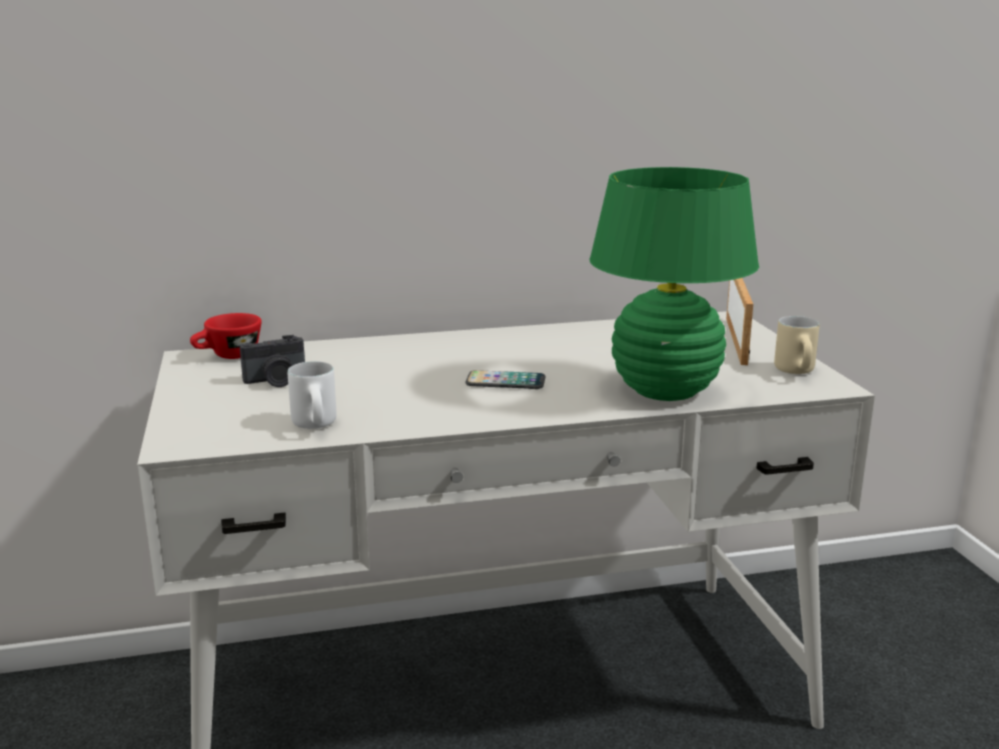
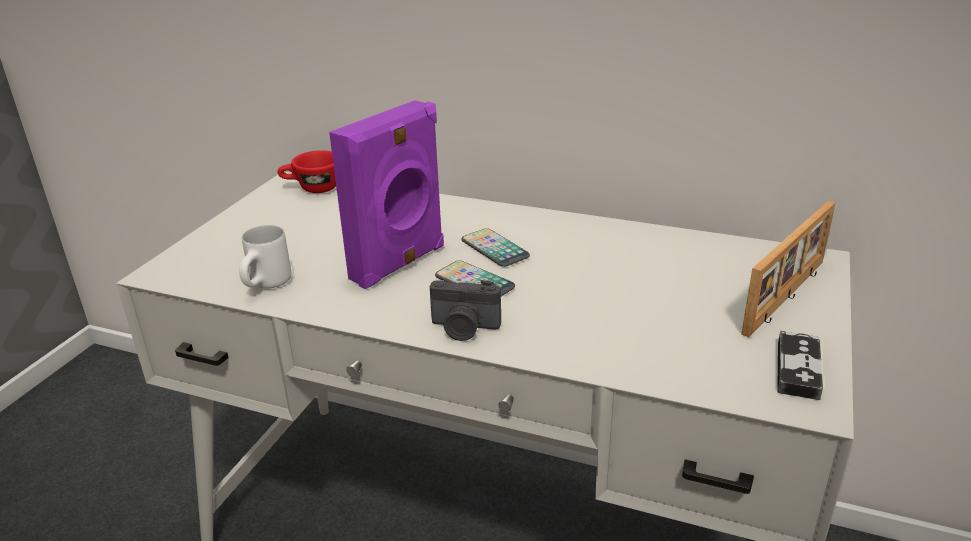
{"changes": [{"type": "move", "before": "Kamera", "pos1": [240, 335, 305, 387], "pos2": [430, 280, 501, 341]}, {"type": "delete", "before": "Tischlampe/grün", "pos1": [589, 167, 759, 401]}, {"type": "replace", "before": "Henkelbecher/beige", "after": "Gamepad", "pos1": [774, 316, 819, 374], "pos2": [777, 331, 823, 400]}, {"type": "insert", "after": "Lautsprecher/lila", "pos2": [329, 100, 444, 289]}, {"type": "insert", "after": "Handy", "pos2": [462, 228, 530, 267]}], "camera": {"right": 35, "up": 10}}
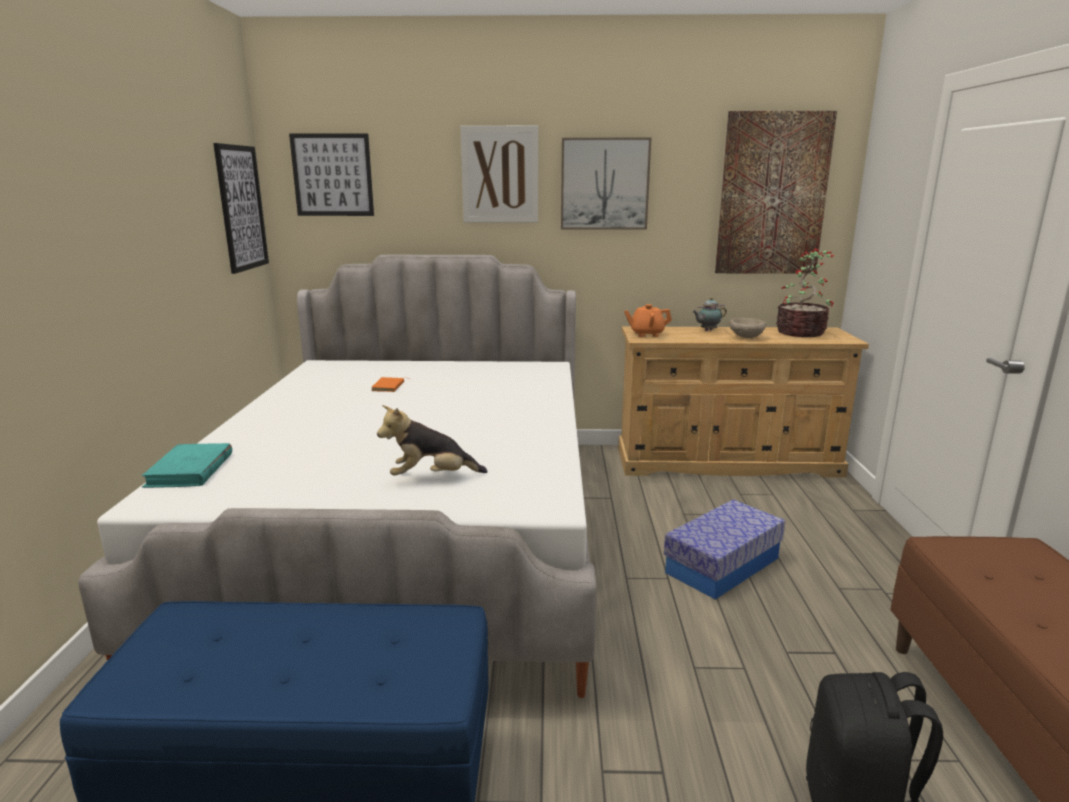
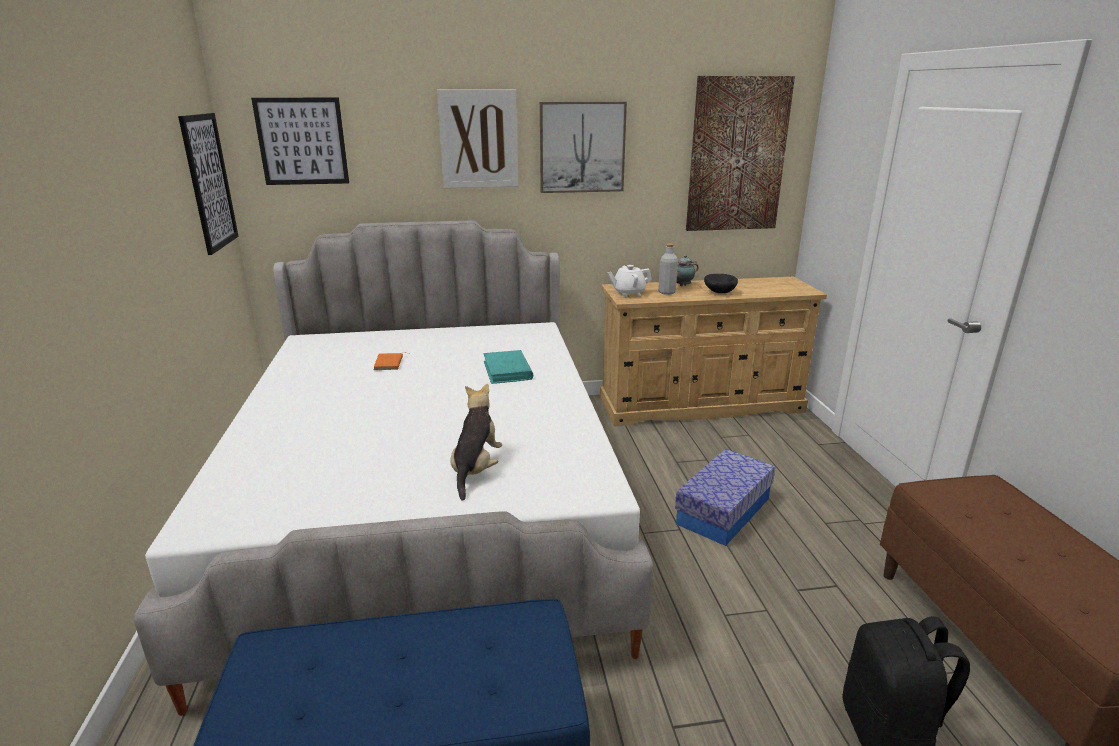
{"changes": [{"type": "move", "before": "Buch/türkis", "pos1": [142, 443, 232, 488], "pos2": [483, 350, 533, 384]}, {"type": "rotate", "before": "Plüschtier", "pos1": [377, 405, 488, 476], "pos2": [450, 384, 502, 501], "turn": 120}, {"type": "recolor", "before": "Teekanne/orange", "after": "Teekanne/weiß", "pos1": [624, 304, 672, 337], "pos2": [608, 265, 652, 297]}, {"type": "recolor", "before": "Schüssel/beige", "after": "Schüssel/schwarz", "pos1": [729, 318, 766, 338], "pos2": [704, 274, 738, 293]}, {"type": "delete", "before": "Topfpflanze", "pos1": [776, 248, 834, 337]}, {"type": "insert", "after": "Flasche/grau", "pos2": [658, 243, 678, 295]}], "camera": {"right": -10, "up": 5}}
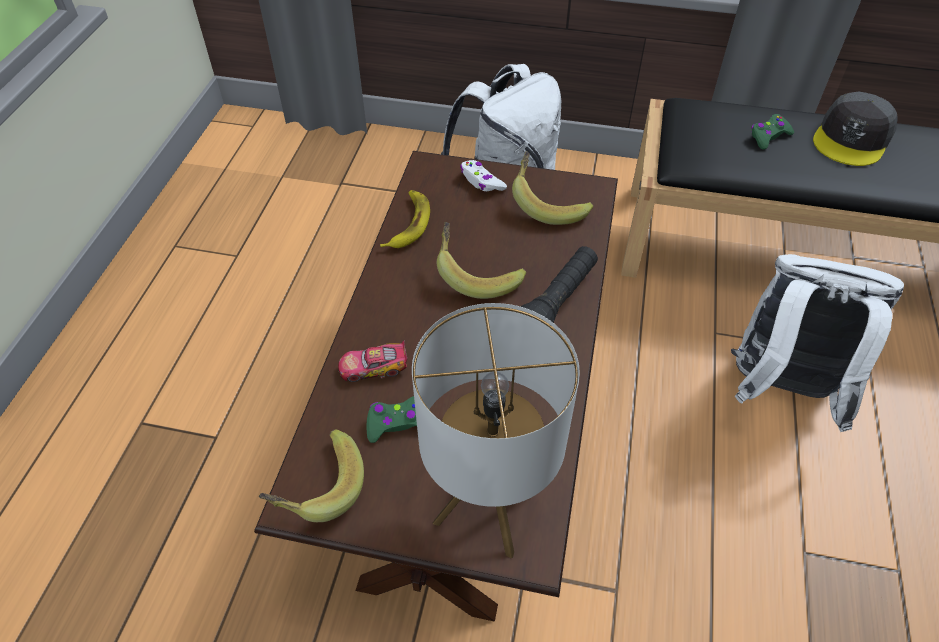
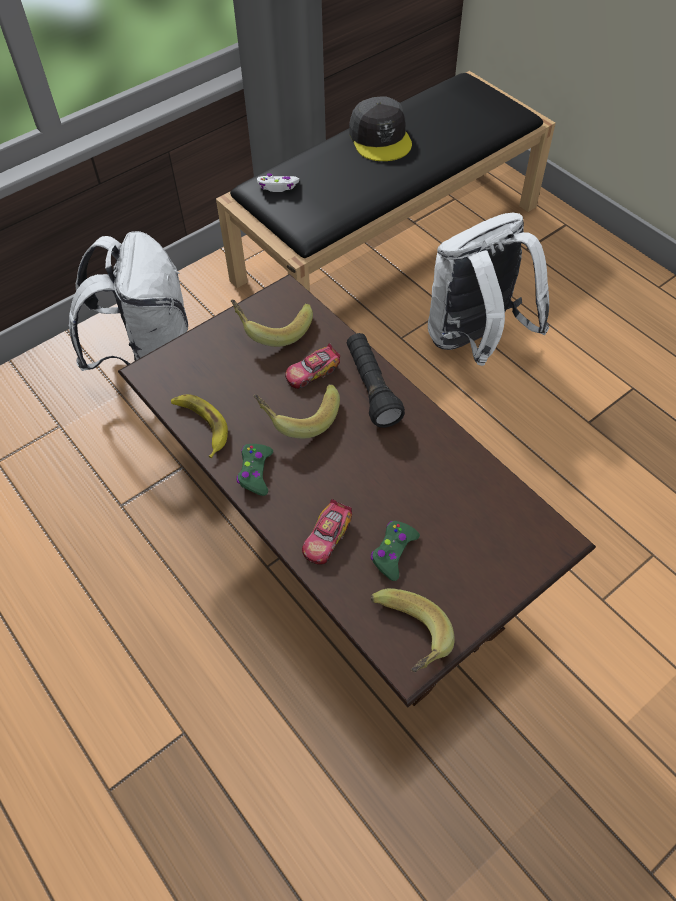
{"changes": [{"type": "delete", "before": "Tischlampe", "pos1": [412, 303, 580, 558]}, {"type": "move", "before": "Gamepad/weiß", "pos1": [460, 160, 507, 191], "pos2": [257, 173, 299, 192]}, {"type": "move", "before": "Gamepad/grün", "pos1": [751, 114, 794, 150], "pos2": [237, 444, 273, 496]}, {"type": "insert", "after": "Spielzeugauto", "pos2": [285, 343, 340, 389]}], "camera": {"right": -50, "up": 5}}
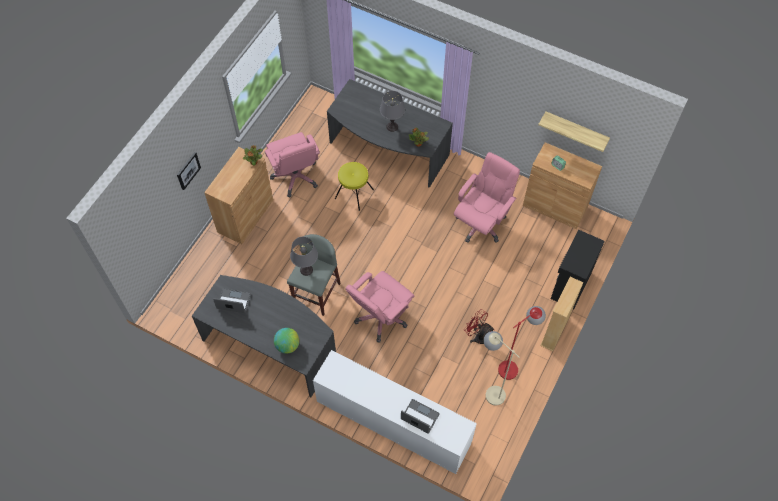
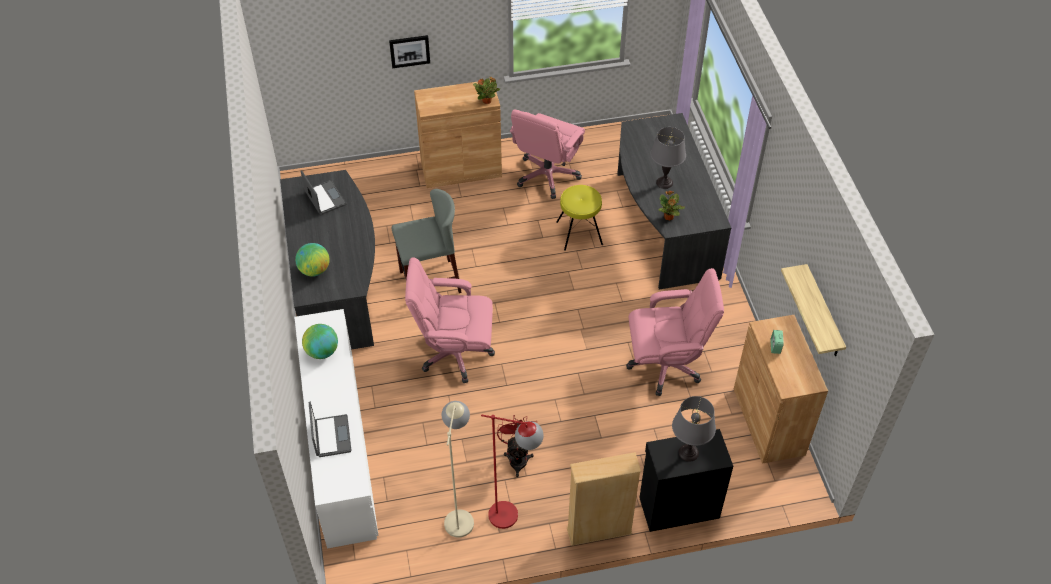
{"changes": [{"type": "move", "before": "Tischlampe/grau", "pos1": [290, 237, 318, 276], "pos2": [672, 396, 716, 462]}, {"type": "insert", "after": "Globus", "pos2": [302, 324, 338, 359]}], "camera": {"right": 50, "up": -10}}
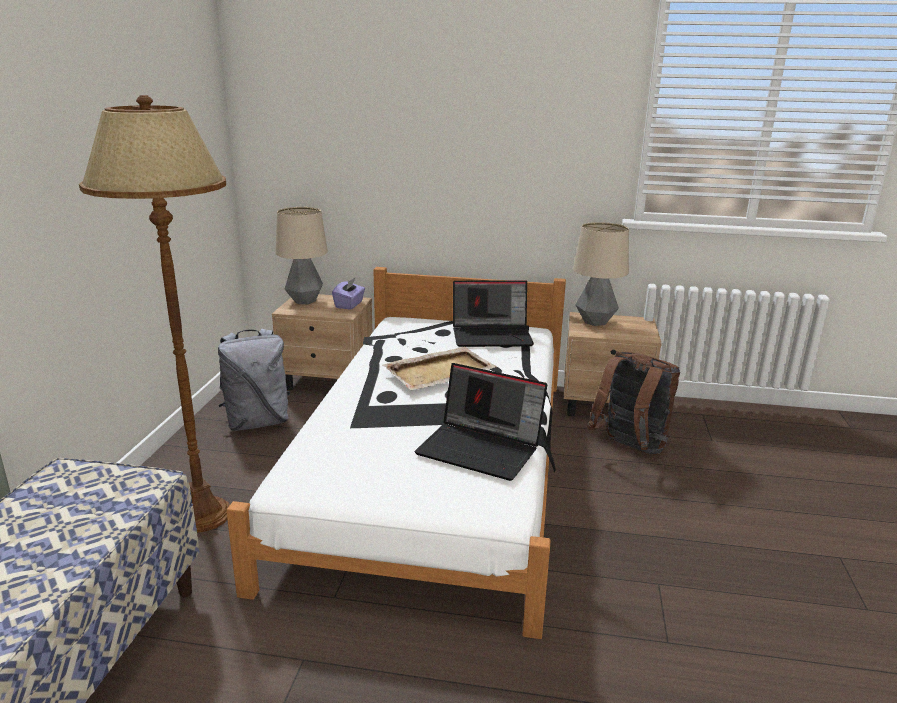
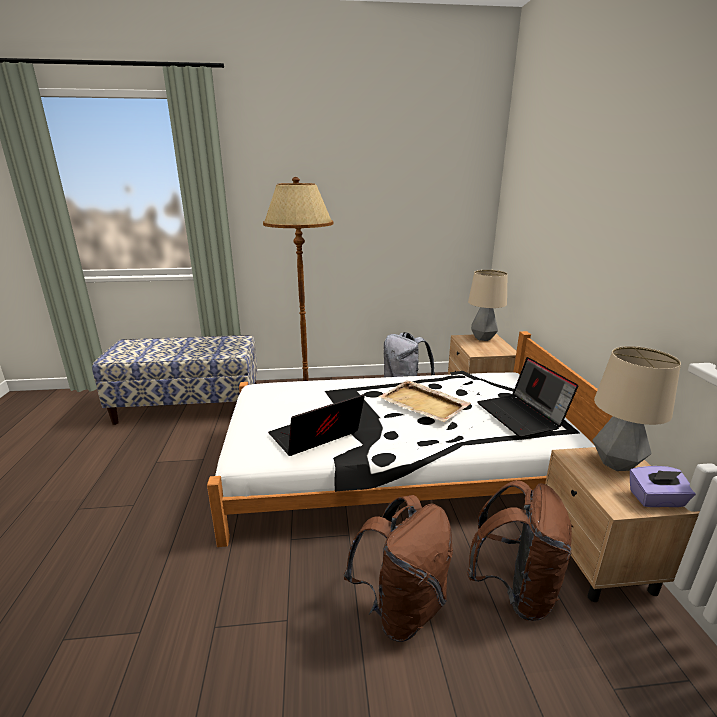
{"changes": [{"type": "move", "before": "Taschentuchbox/lila", "pos1": [332, 278, 365, 310], "pos2": [630, 466, 696, 507]}, {"type": "rotate", "before": "Laptop", "pos1": [415, 363, 547, 481], "pos2": [268, 394, 365, 456], "turn": 45}, {"type": "insert", "after": "Rucksack/braun", "pos2": [344, 495, 453, 642]}], "camera": {"right": 75, "up": 0}}
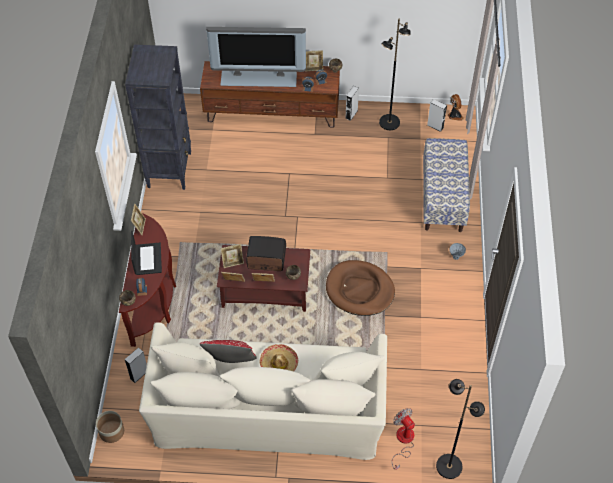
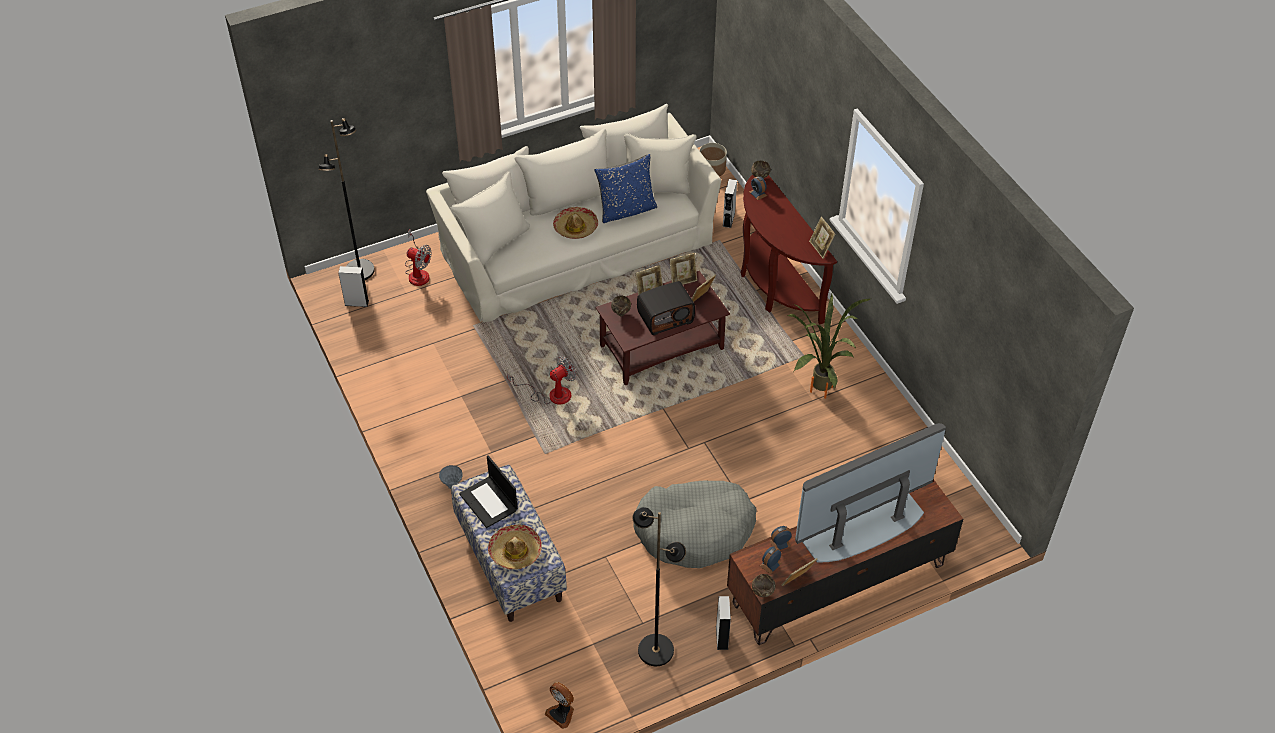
{"changes": [{"type": "delete", "before": "Bücherregal/schwarz", "pos1": [125, 45, 191, 190]}, {"type": "move", "before": "Laptop", "pos1": [131, 231, 162, 275], "pos2": [459, 455, 518, 528]}, {"type": "recolor", "before": "Kissen/rot", "after": "Kissen/blau", "pos1": [200, 340, 257, 363], "pos2": [595, 154, 657, 223]}, {"type": "replace", "before": "Hundebett/braun", "after": "Ventilator", "pos1": [326, 260, 395, 316], "pos2": [507, 356, 576, 404]}, {"type": "move", "before": "Lautsprecher/grau", "pos1": [427, 99, 447, 132], "pos2": [338, 266, 369, 307]}, {"type": "insert", "after": "Hut", "pos2": [488, 524, 542, 570]}, {"type": "insert", "after": "Hundebett/grau", "pos2": [633, 481, 757, 568]}, {"type": "insert", "after": "Topfpflanze", "pos2": [788, 294, 870, 399]}], "camera": {"right": 150, "up": -5}}
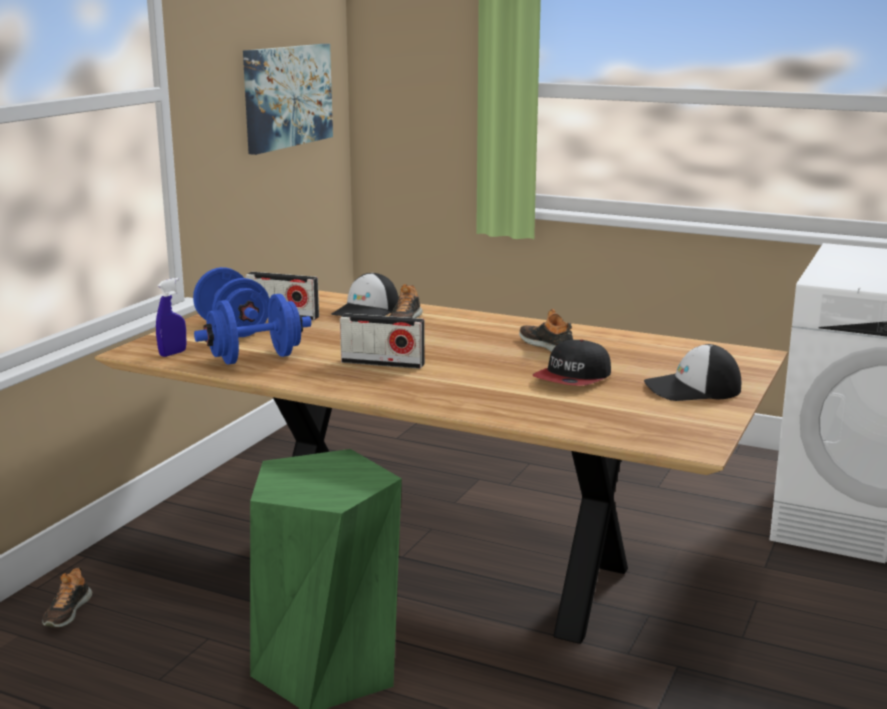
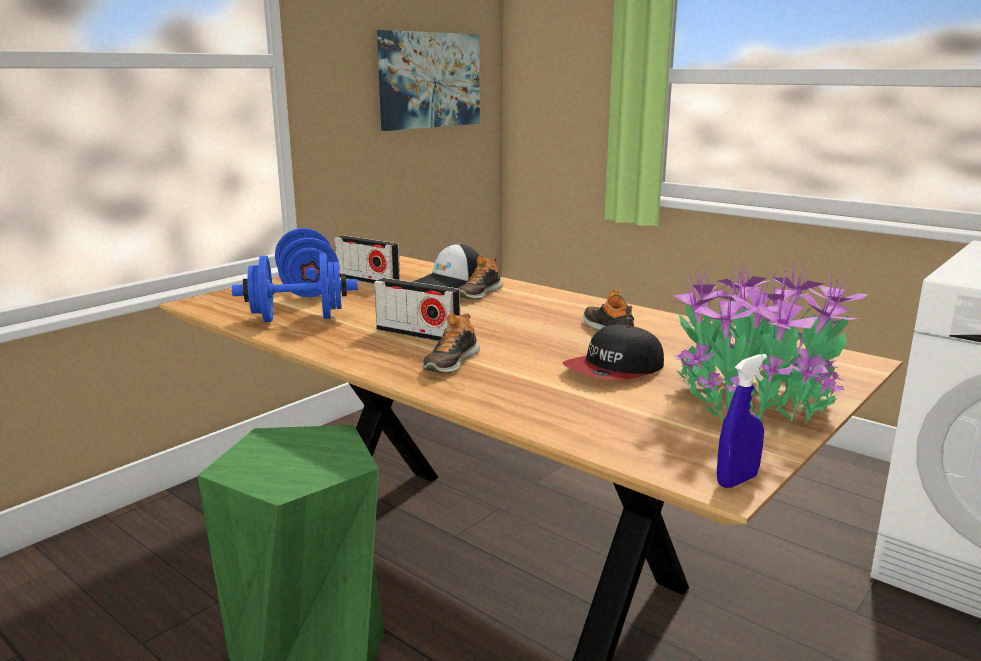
{"changes": [{"type": "move", "before": "Schuh", "pos1": [42, 567, 92, 628], "pos2": [423, 313, 480, 373]}, {"type": "move", "before": "Sprühflasche/blau", "pos1": [156, 278, 186, 357], "pos2": [717, 354, 767, 488]}, {"type": "replace", "before": "Kappe", "after": "Topfpflanze", "pos1": [644, 344, 741, 401], "pos2": [668, 259, 868, 426]}], "camera": {"right": 15, "up": 0}}
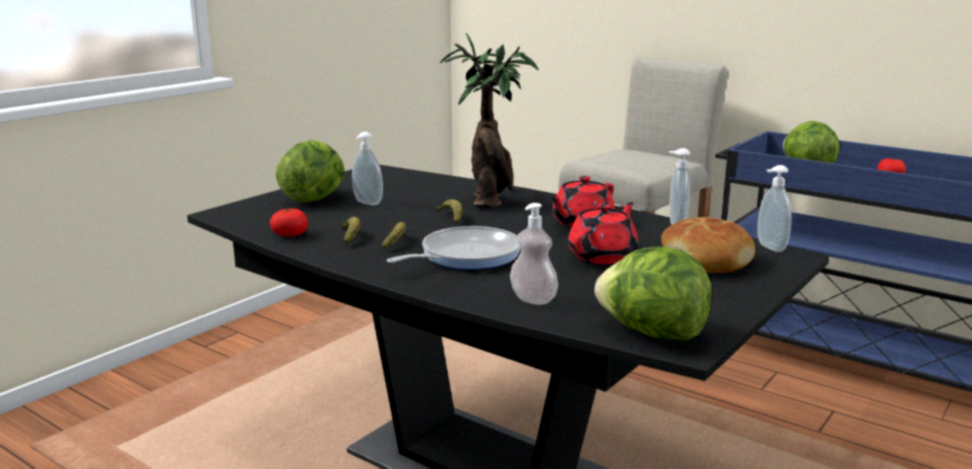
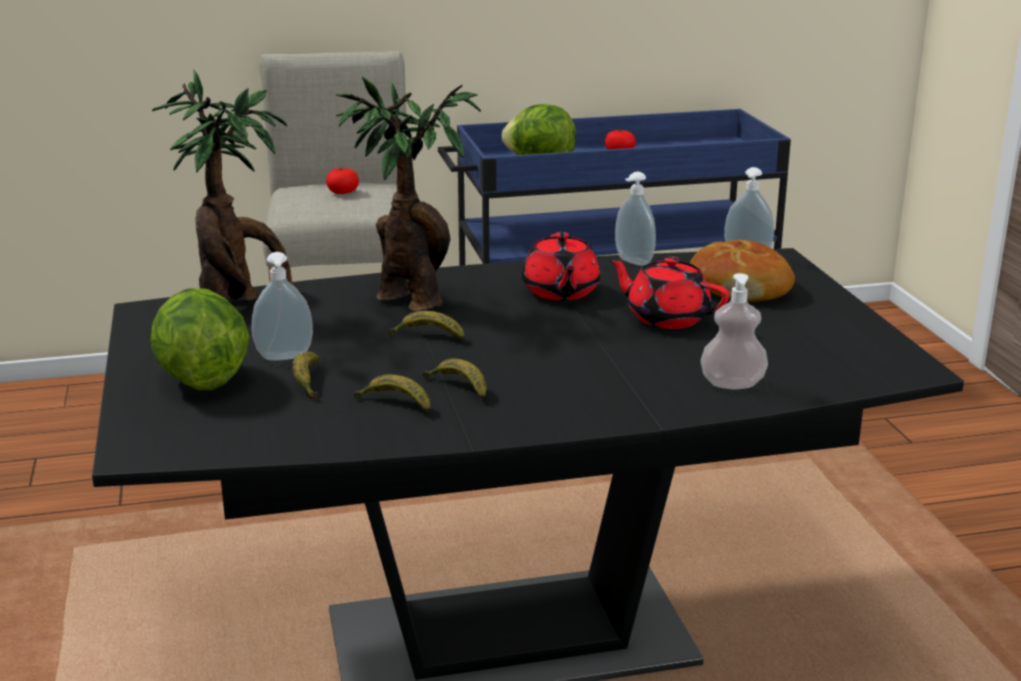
{"changes": [{"type": "move", "before": "Tomate", "pos1": [270, 208, 308, 237], "pos2": [326, 168, 359, 194]}, {"type": "delete", "before": "Pfanne", "pos1": [386, 226, 520, 270]}, {"type": "rotate", "before": "Teekanne/rot", "pos1": [568, 202, 638, 264], "pos2": [608, 256, 729, 329], "turn": -45}, {"type": "delete", "before": "Salatkopf", "pos1": [595, 247, 712, 340]}, {"type": "insert", "after": "Topfpflanze", "pos2": [152, 70, 293, 302]}, {"type": "insert", "after": "Banane", "pos2": [293, 352, 320, 400]}], "camera": {"right": -50, "up": 5}}
